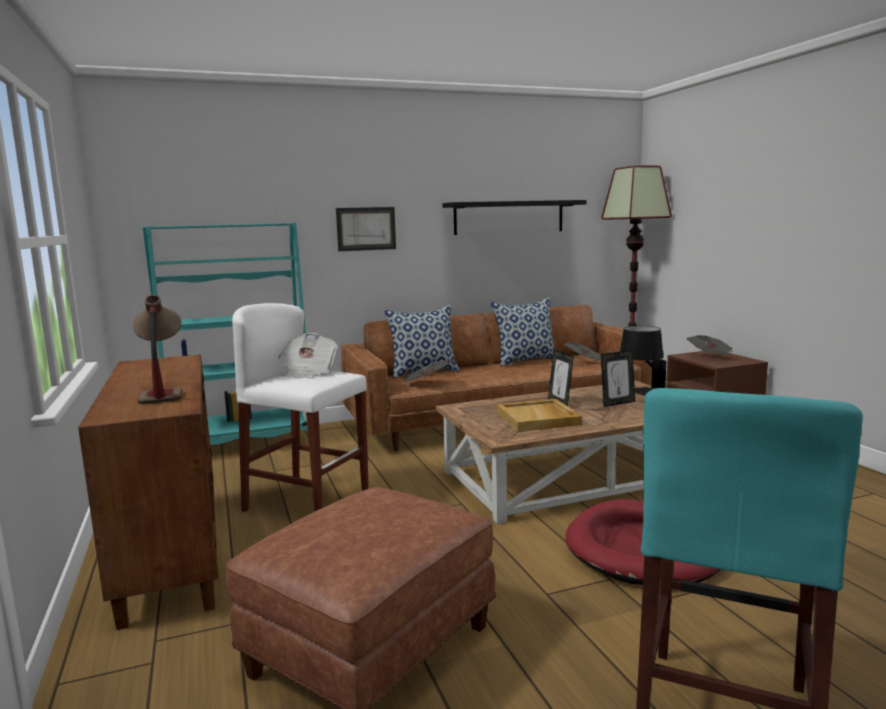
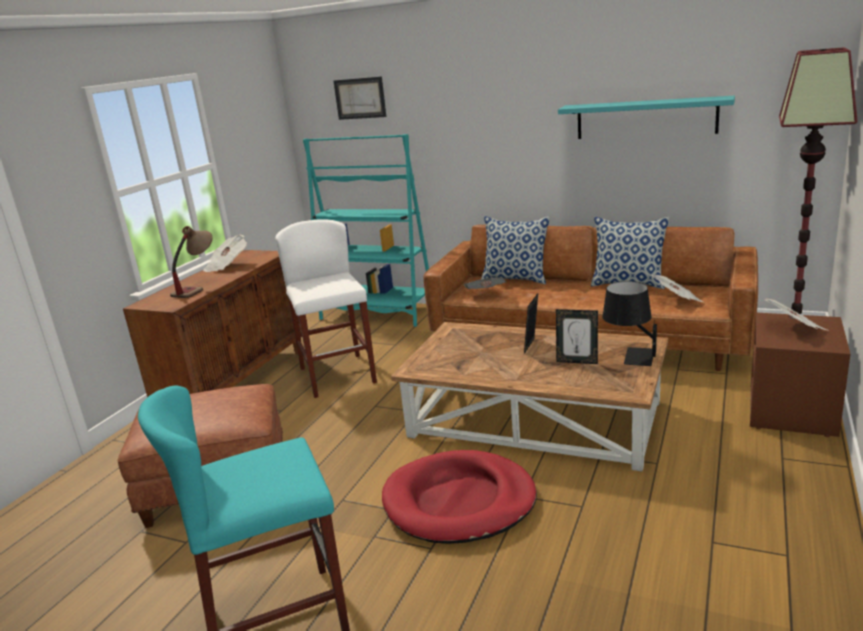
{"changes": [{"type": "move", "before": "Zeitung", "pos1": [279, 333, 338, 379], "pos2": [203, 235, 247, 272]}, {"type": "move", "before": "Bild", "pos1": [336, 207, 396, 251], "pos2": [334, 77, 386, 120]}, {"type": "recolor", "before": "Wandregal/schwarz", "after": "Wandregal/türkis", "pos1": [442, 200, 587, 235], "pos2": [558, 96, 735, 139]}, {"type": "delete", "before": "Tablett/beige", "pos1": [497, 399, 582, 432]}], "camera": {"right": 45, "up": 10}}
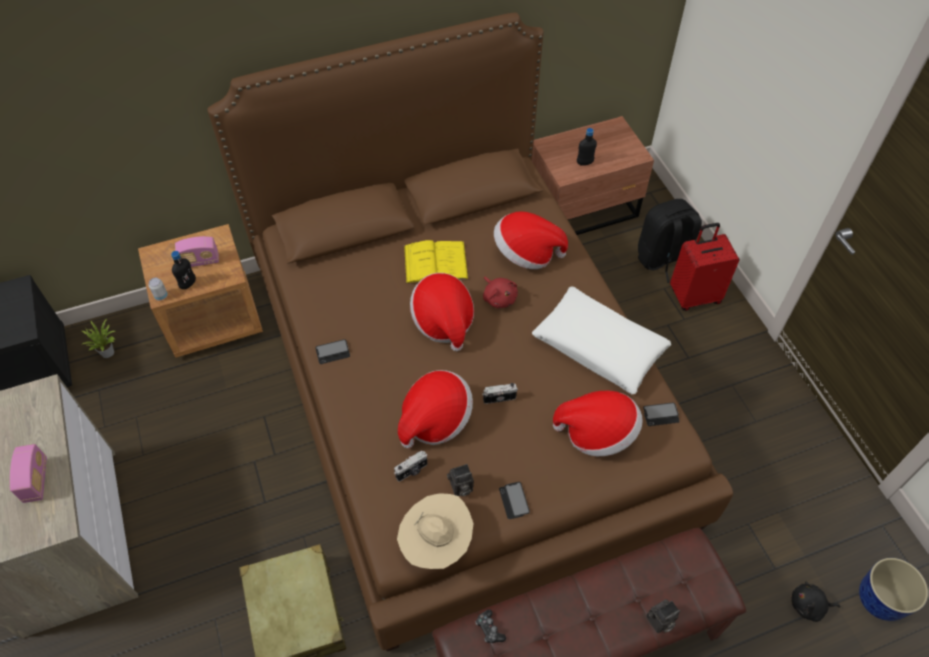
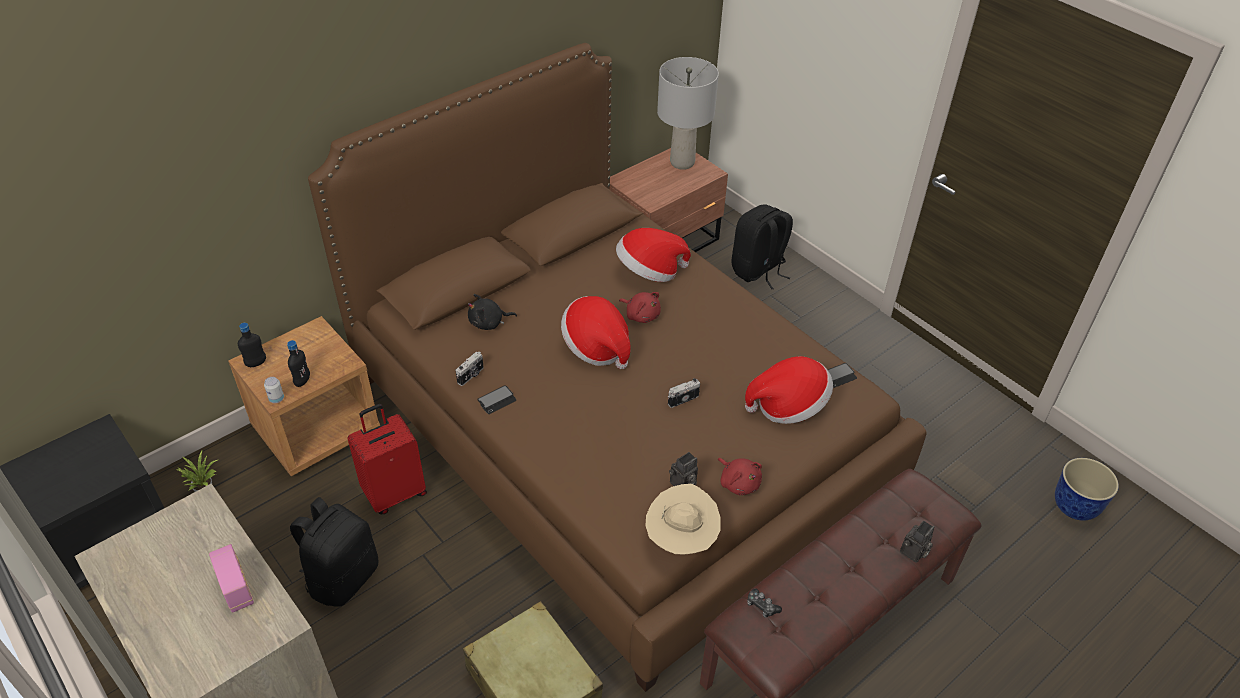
{"changes": [{"type": "delete", "before": "Radio", "pos1": [175, 236, 219, 267]}, {"type": "move", "before": "Kamera", "pos1": [394, 451, 427, 482], "pos2": [456, 352, 484, 386]}, {"type": "delete", "before": "Hut", "pos1": [398, 370, 473, 449]}, {"type": "delete", "before": "Buch/gelb", "pos1": [403, 240, 469, 284]}, {"type": "replace", "before": "Handy", "after": "Plüschtier/rot", "pos1": [499, 482, 530, 519], "pos2": [718, 458, 762, 495]}, {"type": "delete", "before": "Kissen/weiß", "pos1": [532, 286, 671, 394]}, {"type": "move", "before": "Flasche/schwarz", "pos1": [577, 128, 597, 166], "pos2": [238, 323, 266, 367]}, {"type": "move", "before": "Koffer/rot", "pos1": [670, 223, 740, 311], "pos2": [347, 404, 427, 514]}, {"type": "move", "before": "Plüschtier/schwarz", "pos1": [791, 581, 841, 622], "pos2": [468, 294, 517, 330]}, {"type": "insert", "after": "Rucksack/schwarz", "pos2": [290, 497, 378, 607]}, {"type": "insert", "after": "Tischlampe/grau", "pos2": [657, 57, 719, 170]}], "camera": {"right": -20, "up": -10}}
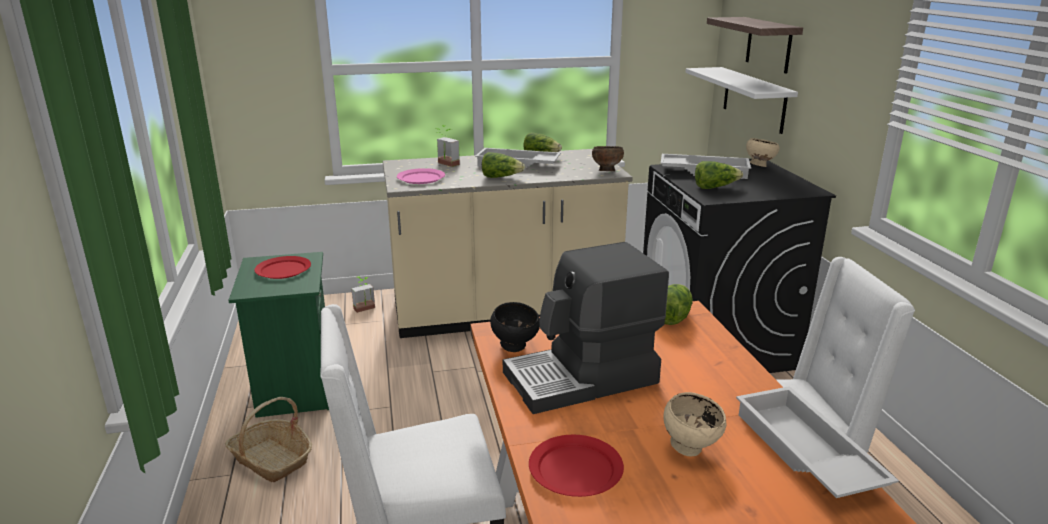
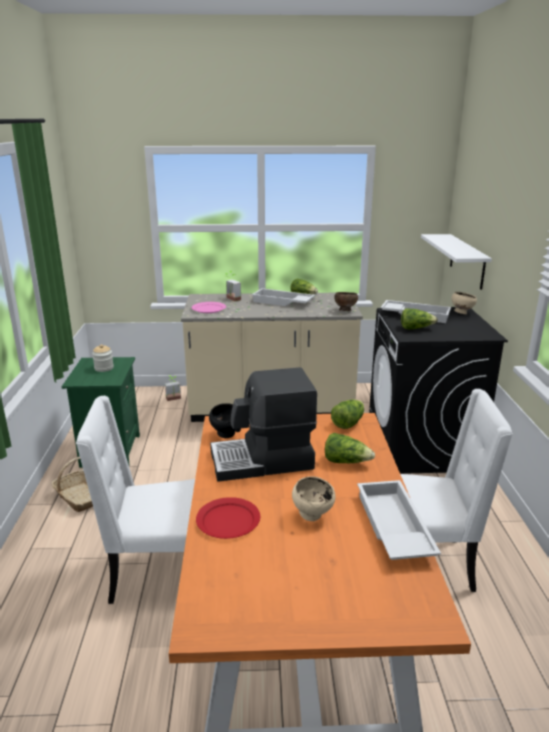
{"changes": [{"type": "replace", "before": "Teller/rot", "after": "Vorratsglas", "pos1": [254, 256, 311, 279], "pos2": [92, 344, 114, 372]}, {"type": "move", "before": "Salatkopf", "pos1": [482, 152, 525, 178], "pos2": [325, 433, 375, 463]}, {"type": "delete", "before": "Wandregal", "pos1": [707, 17, 803, 74]}], "camera": {"right": 10, "up": 0}}
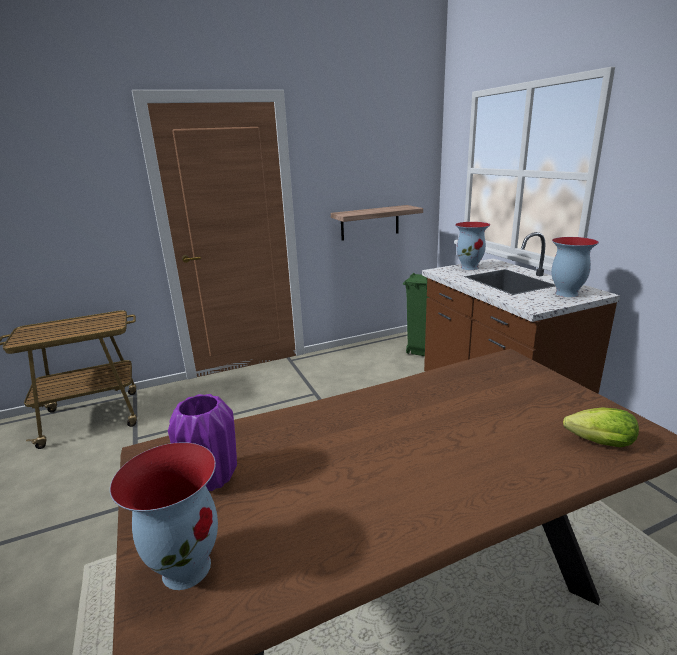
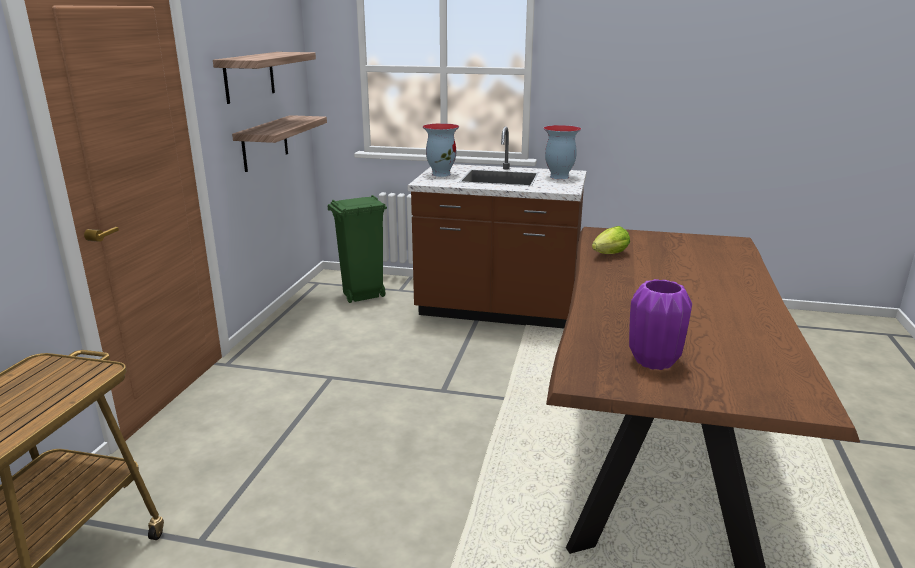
{"changes": [{"type": "delete", "before": "Vase", "pos1": [110, 442, 218, 590]}, {"type": "move", "before": "Salatkopf", "pos1": [563, 407, 639, 447], "pos2": [592, 226, 630, 254]}, {"type": "insert", "after": "Wandregal", "pos2": [213, 52, 316, 104]}], "camera": {"right": -55, "up": 0}}
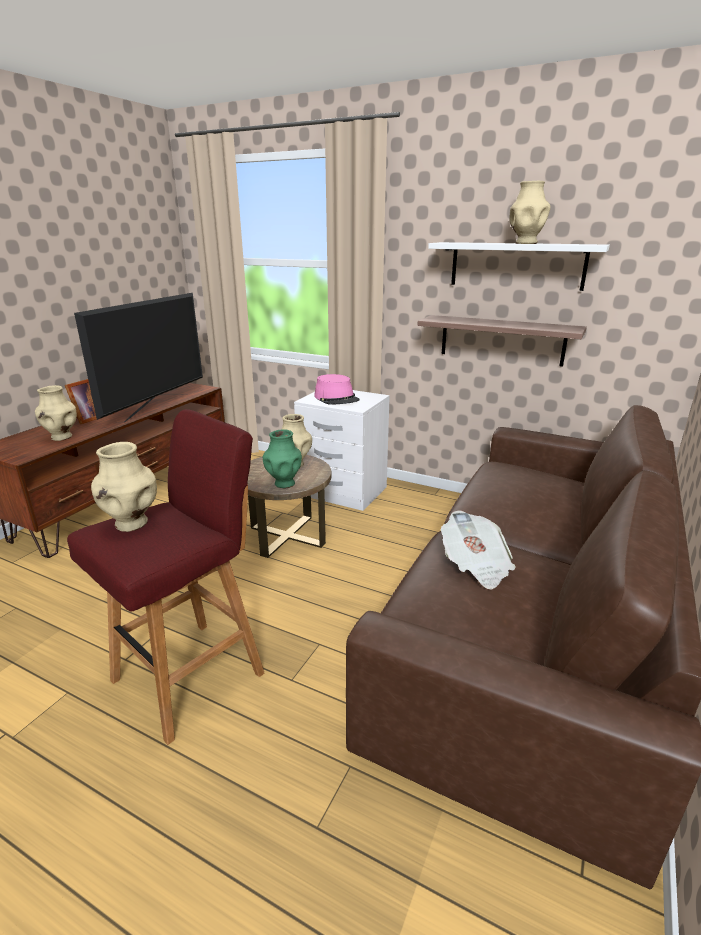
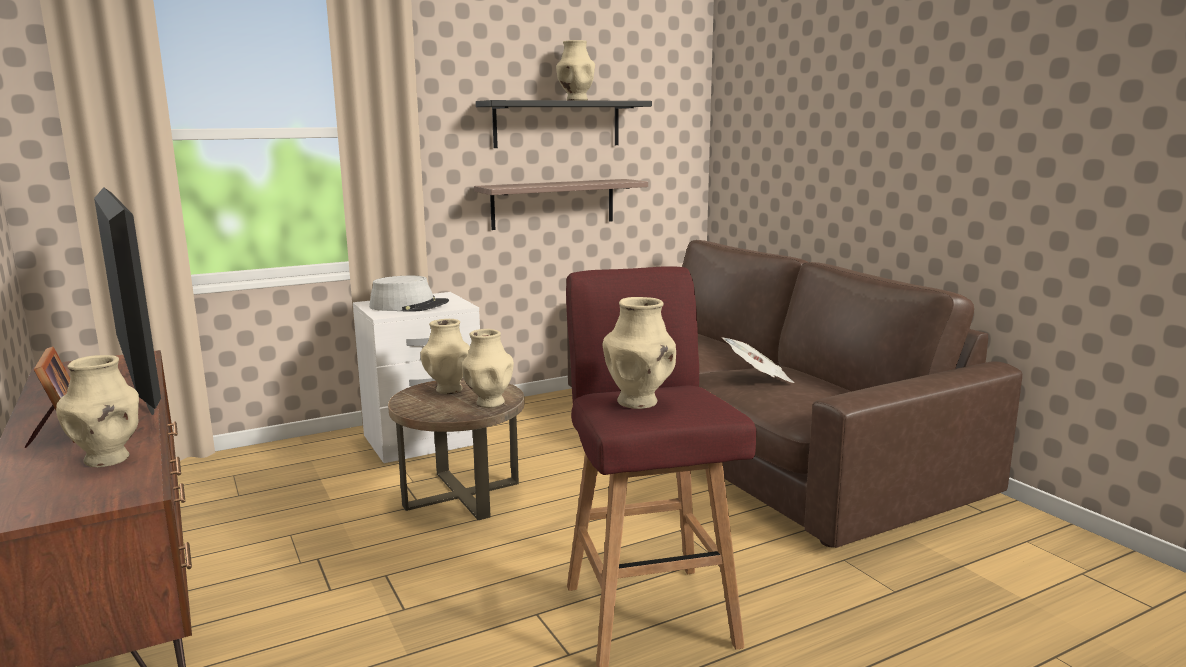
{"changes": [{"type": "recolor", "before": "Vase/grün", "after": "Vase/beige", "pos1": [263, 429, 302, 488], "pos2": [462, 329, 514, 408]}, {"type": "recolor", "before": "Hut/rosa", "after": "Hut/grau", "pos1": [314, 374, 360, 405], "pos2": [370, 276, 449, 312]}, {"type": "recolor", "before": "Wandregal/weiß", "after": "Wandregal/schwarz", "pos1": [428, 242, 610, 291], "pos2": [476, 100, 652, 148]}], "camera": {"right": -55, "up": -10}}
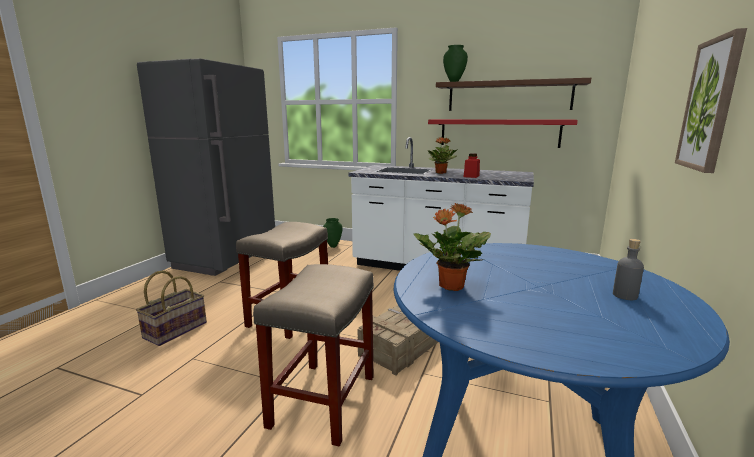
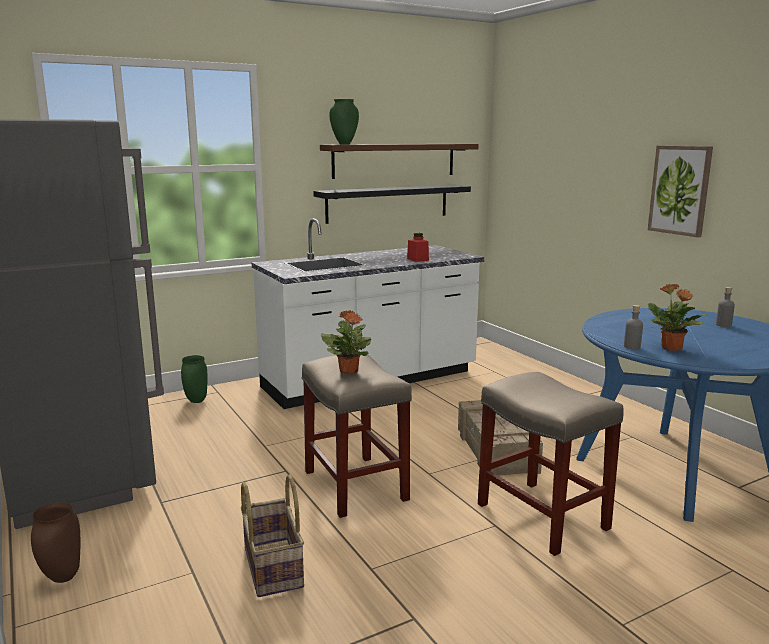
{"changes": [{"type": "move", "before": "Topfpflanze", "pos1": [427, 137, 458, 174], "pos2": [321, 310, 371, 374]}, {"type": "recolor", "before": "Wandregal/rot", "after": "Wandregal/schwarz", "pos1": [428, 119, 578, 148], "pos2": [313, 185, 471, 224]}, {"type": "insert", "after": "Vase/braun", "pos2": [31, 502, 80, 583]}, {"type": "insert", "after": "Flasche/grau", "pos2": [624, 305, 643, 350]}], "camera": {"right": -50, "up": 0}}
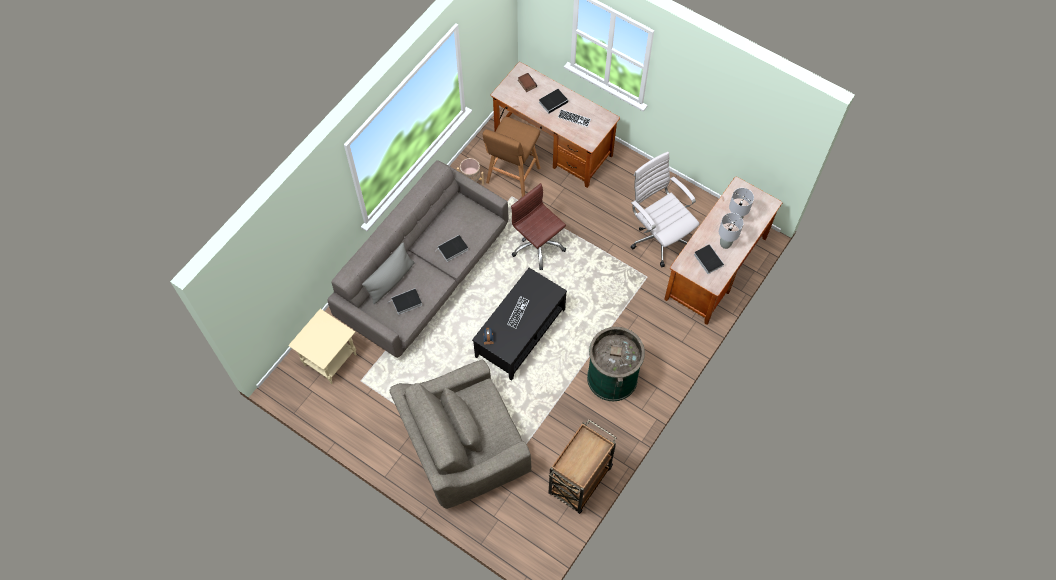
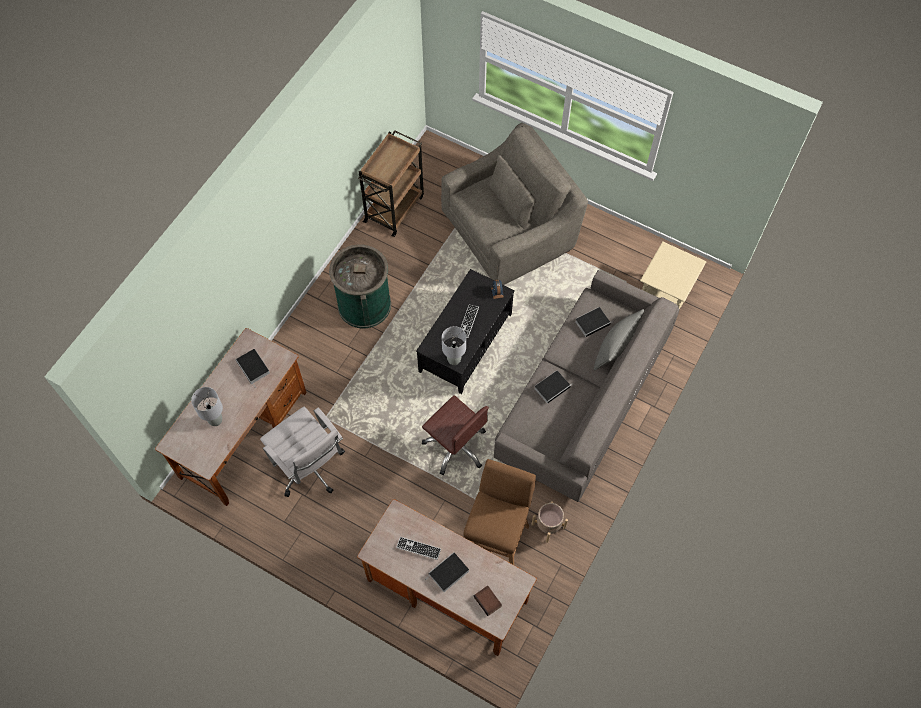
{"changes": [{"type": "move", "before": "Tischlampe/grau", "pos1": [719, 213, 744, 249], "pos2": [442, 326, 466, 365]}], "camera": {"right": 175, "up": 0}}
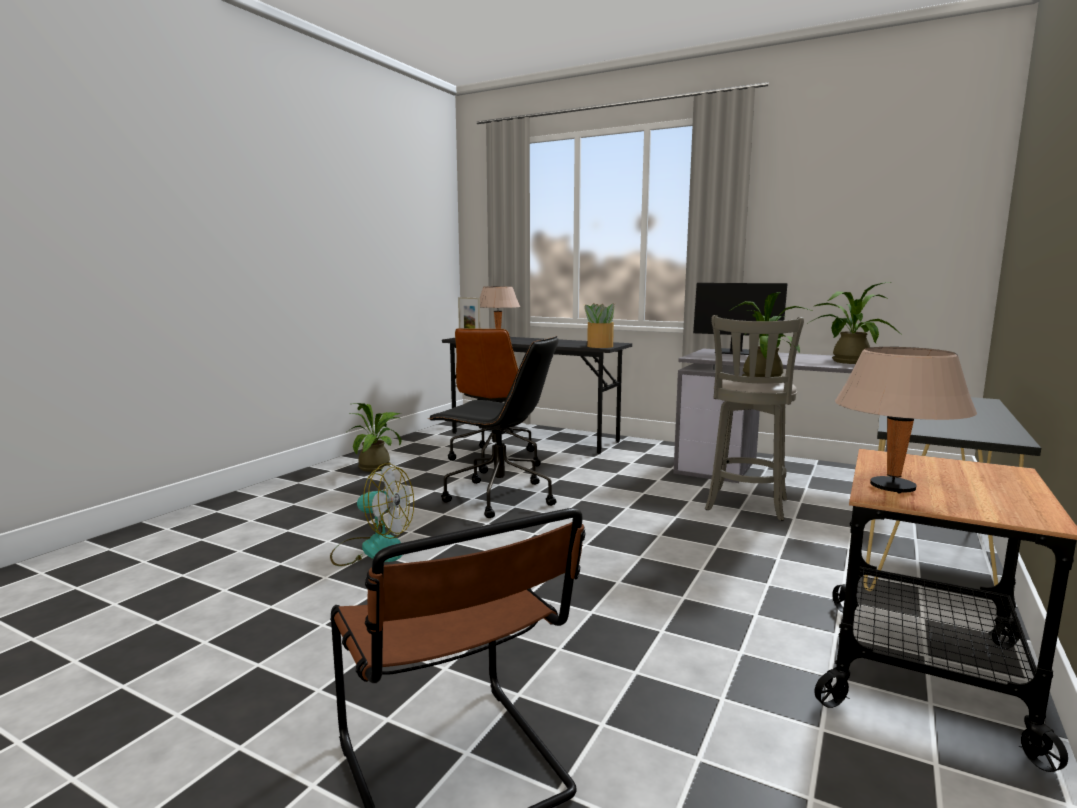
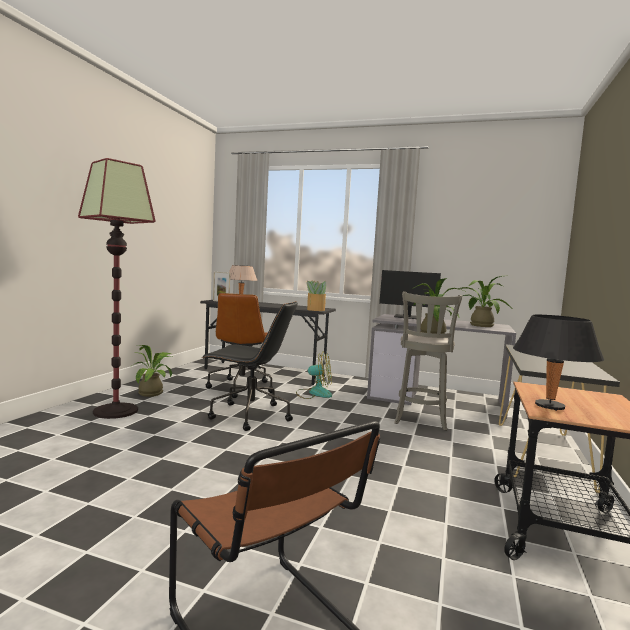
{"changes": [{"type": "move", "before": "Ventilator", "pos1": [330, 463, 414, 566], "pos2": [296, 351, 332, 399]}, {"type": "recolor", "before": "Tischlampe/beige", "after": "Tischlampe/schwarz", "pos1": [835, 347, 977, 494], "pos2": [513, 315, 604, 411]}, {"type": "insert", "after": "Stehlampe", "pos2": [78, 158, 155, 419]}], "camera": {"right": -10, "up": -5}}
